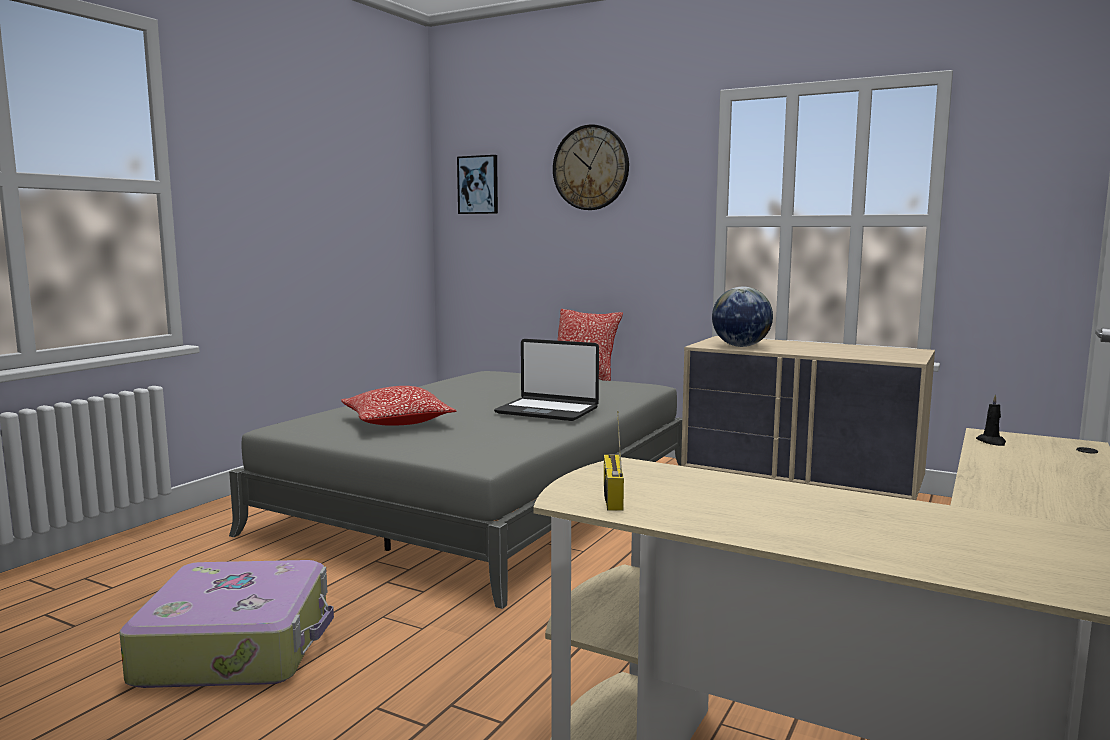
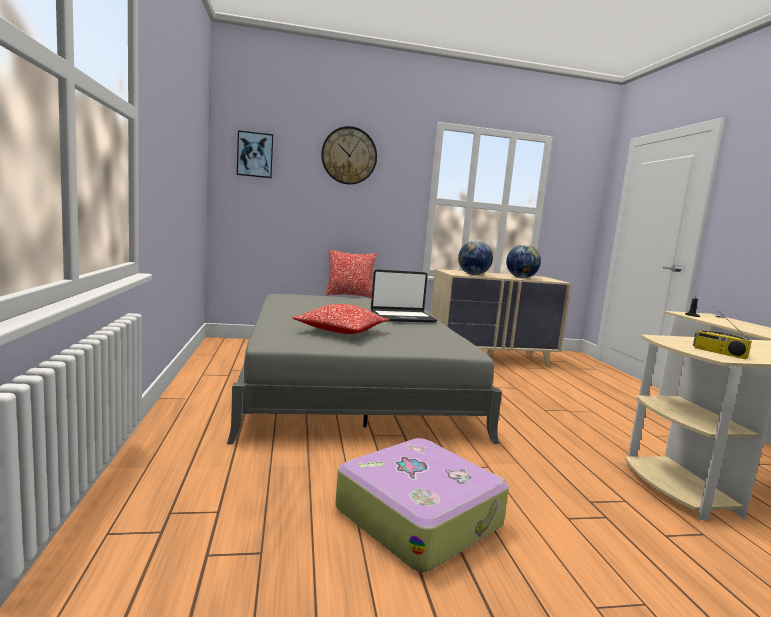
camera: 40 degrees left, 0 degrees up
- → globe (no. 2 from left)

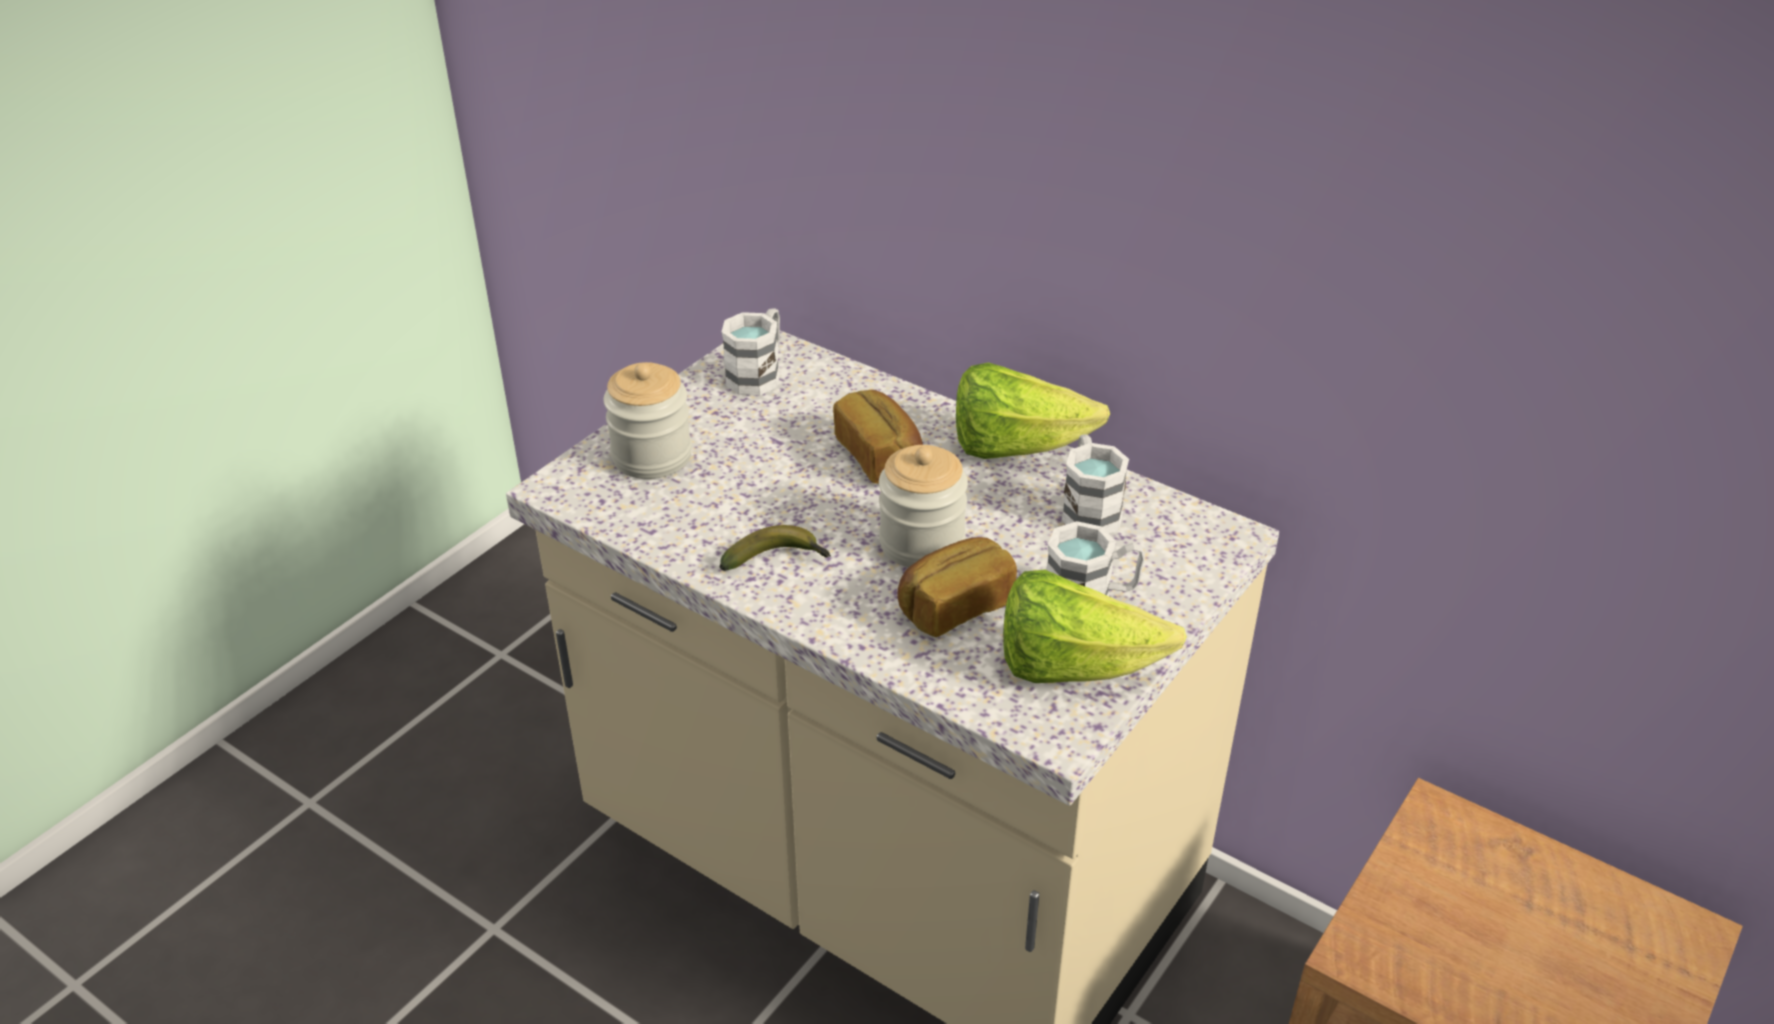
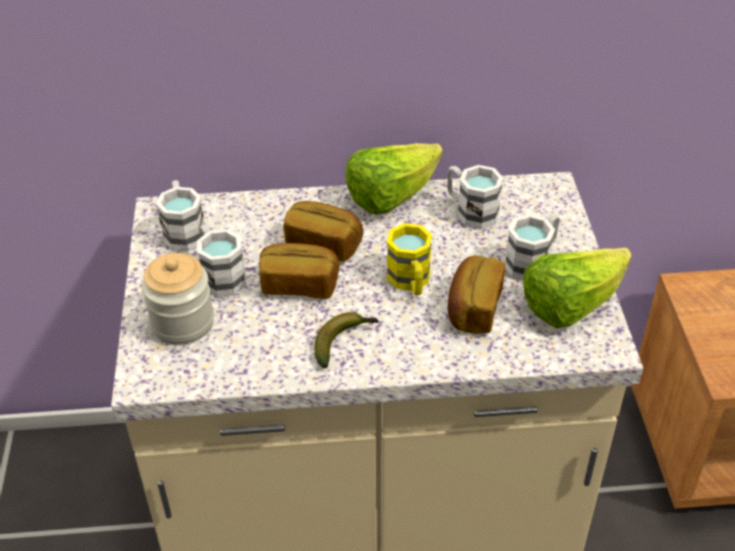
camera: 40 degrees left, 5 degrees up
- → mug [blanc] (no. 2 from left)
- → pain (no. 1 from left)
bocal (no. 2 from left) → mug [jaune]

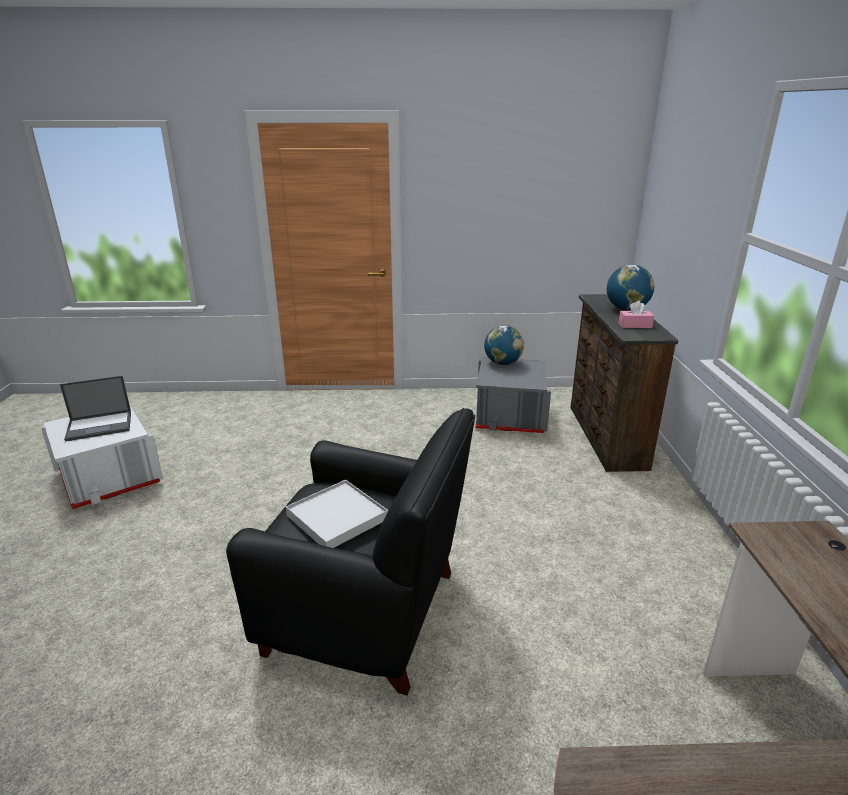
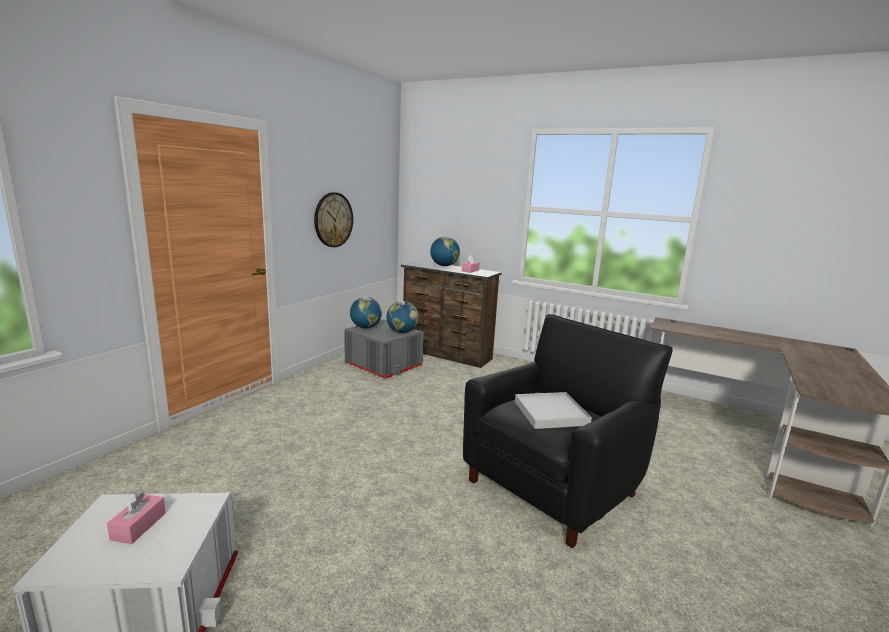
camera: 60 degrees left, 10 degrees down
- → horloge murale
- → globe (no. 2 from left)
ordinateur portable → boîte à mouchoirs [rose] (no. 1 from left)

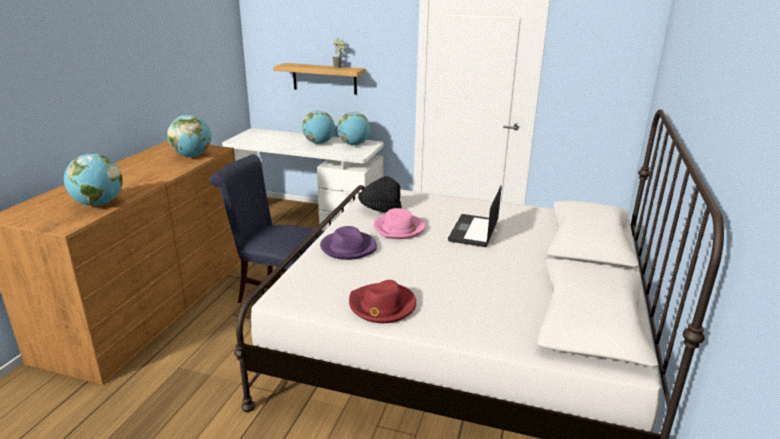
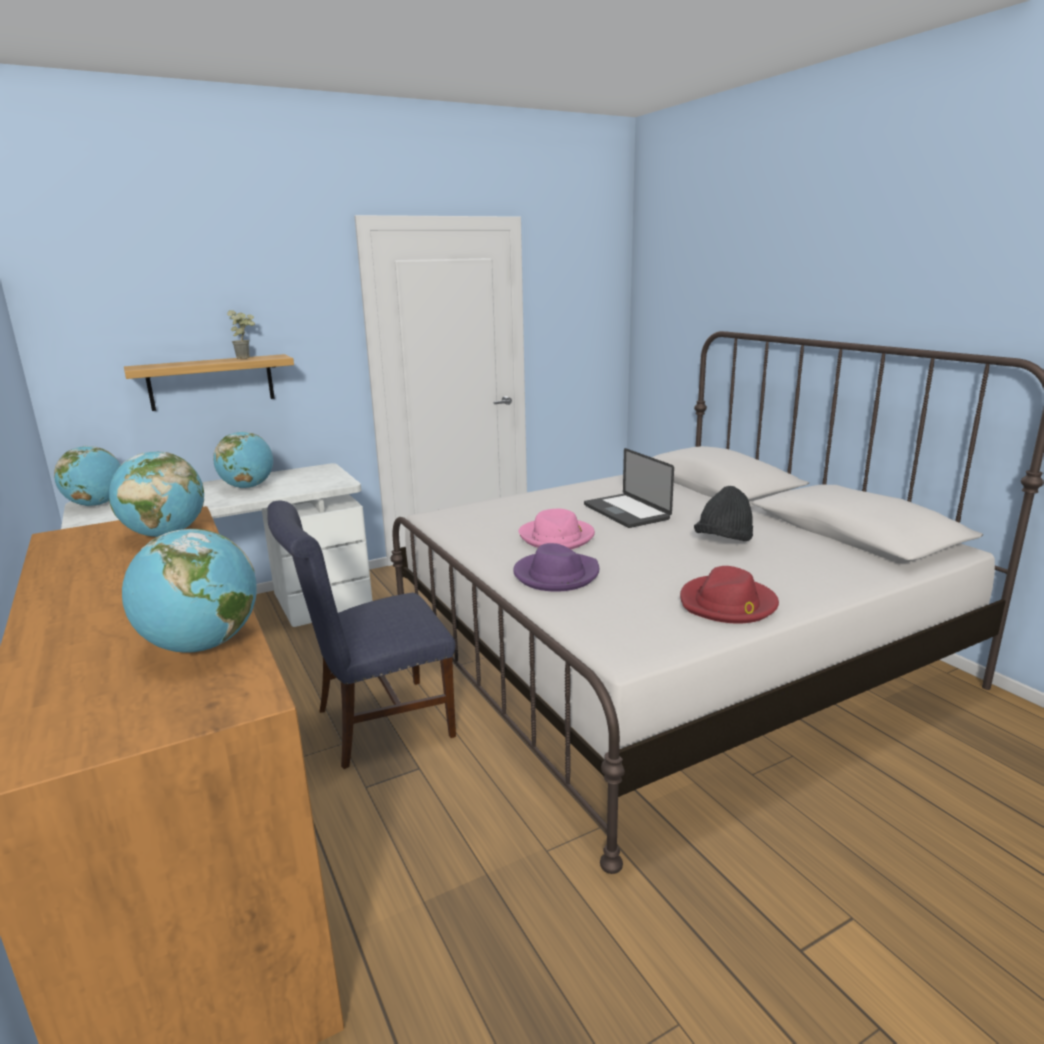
camera: 45 degrees left, 5 degrees down
globe (no. 4 from left in the first image) → globe (no. 1 from left), relocated
chapeau [noir], relocated

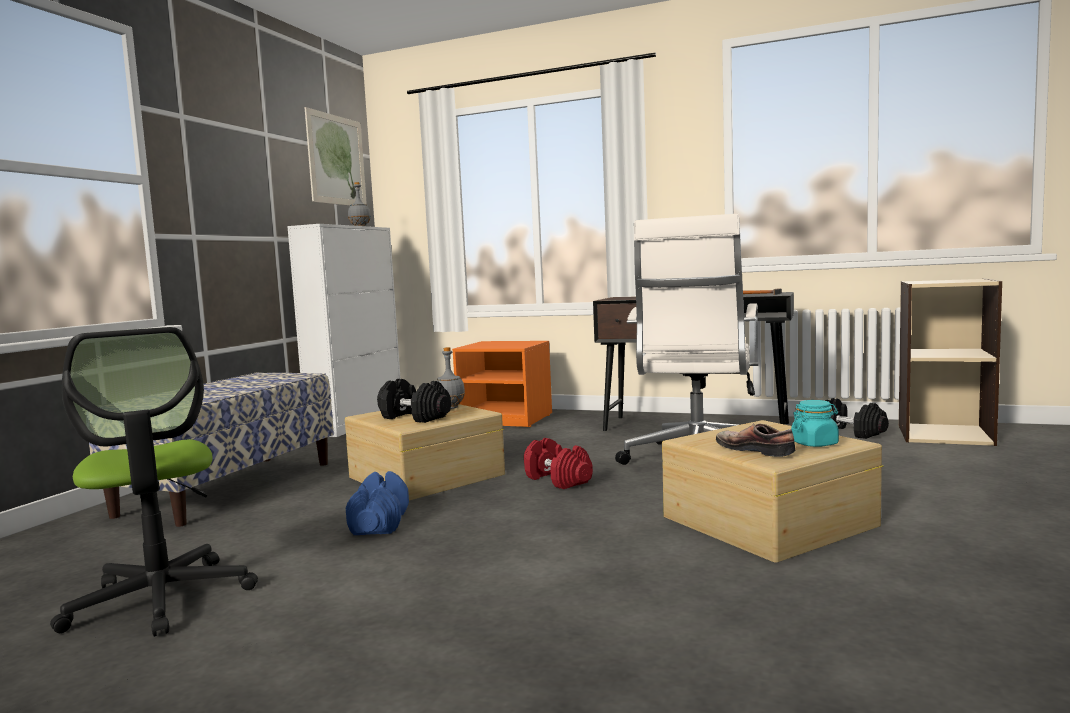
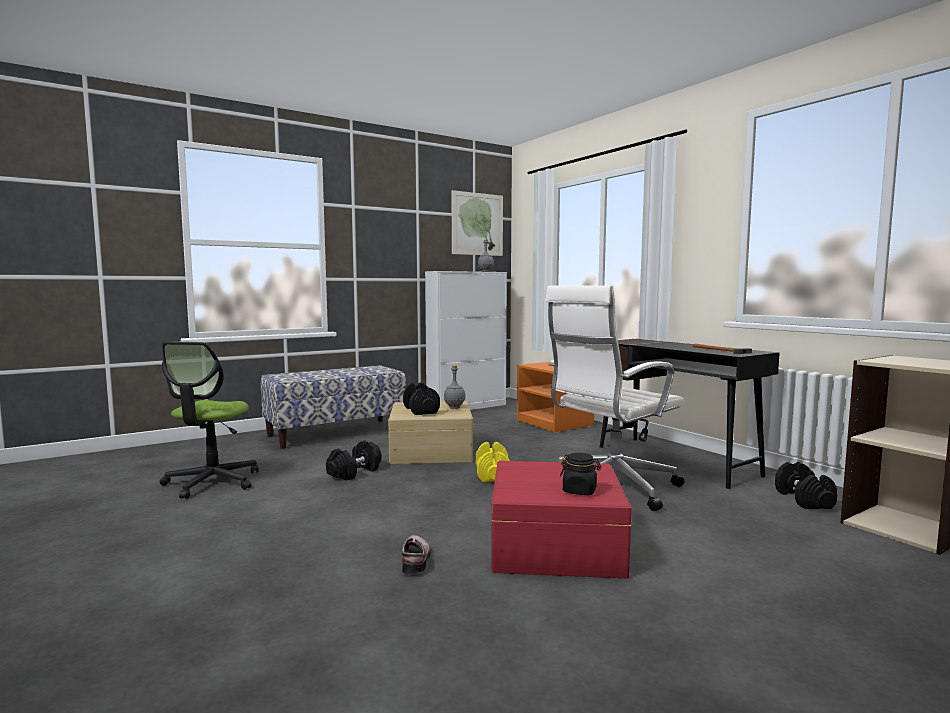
camera: 35 degrees right, 0 degrees up
chaussure, relocated
haltère [bleu] → haltère [noir] (no. 1 from left)
haltère [rouge] → haltère [jaune]
boîte de rangement [beige] (no. 2 from left) → boîte de rangement [rouge]
bocal [turquoise] → bocal [noir]

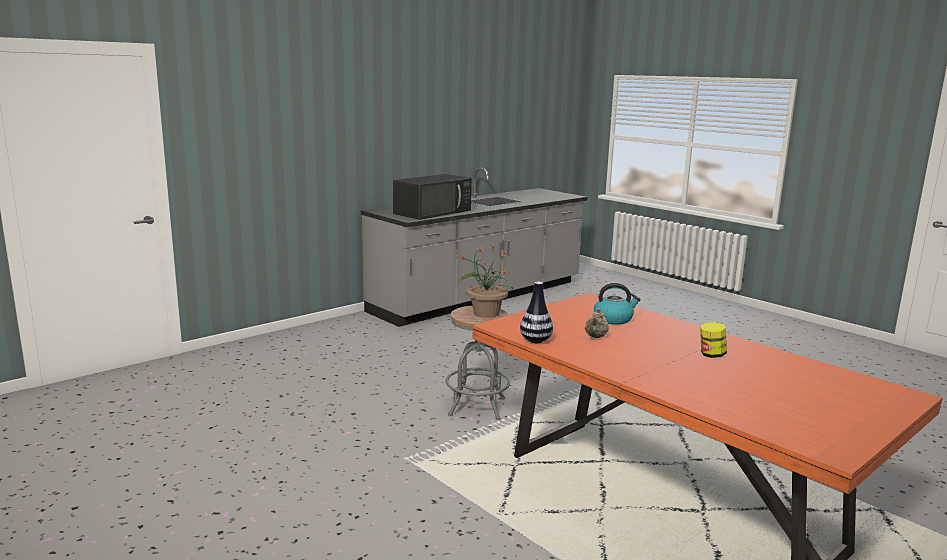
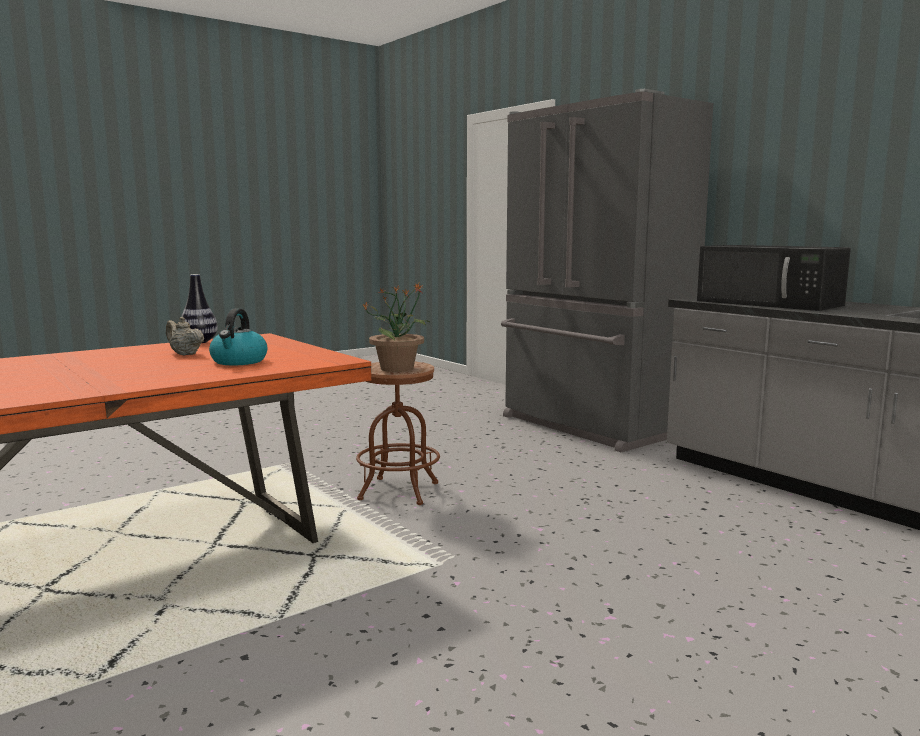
camera: 95 degrees right, 5 degrees down
bocal → -
- → réfrigérateur [gris]
tabouret [gris] → tabouret [marron]

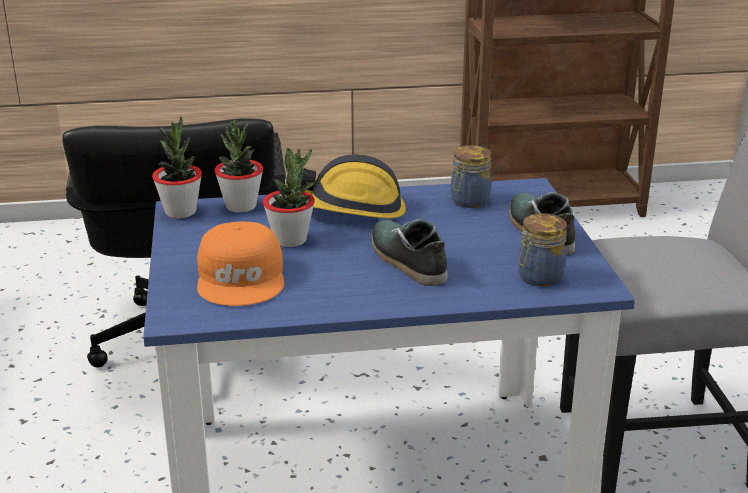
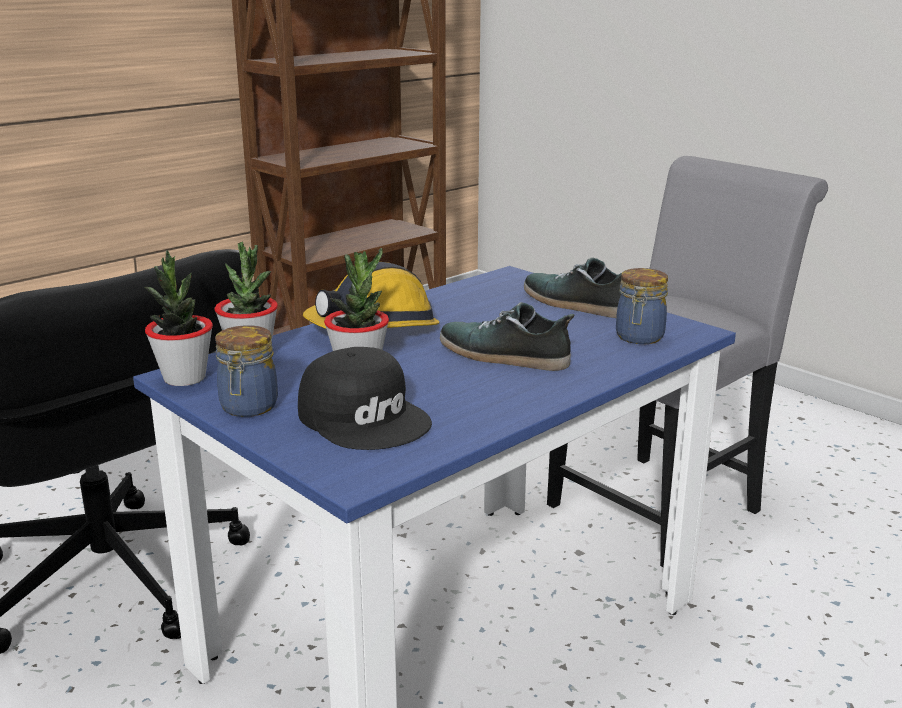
camera: 35 degrees left, 5 degrees down
bocal (no. 1 from left), relocated
casquette [orange] → casquette [noir]

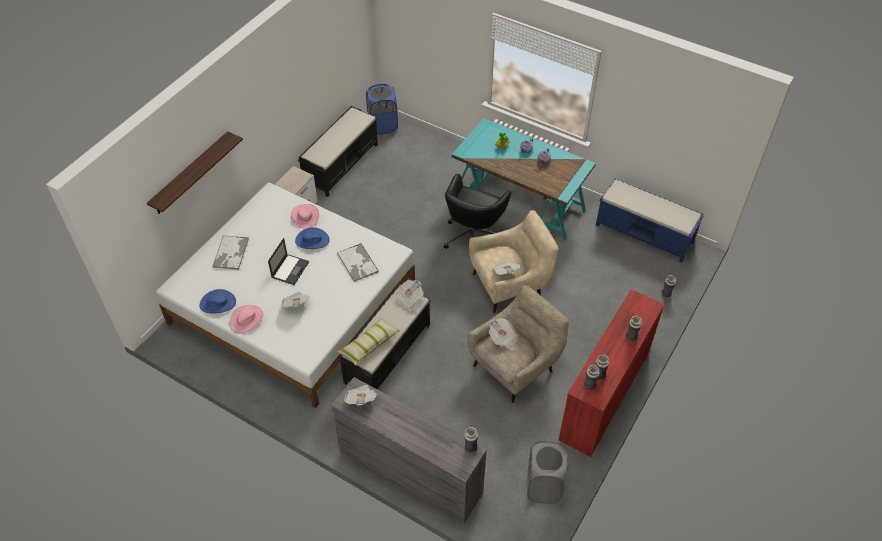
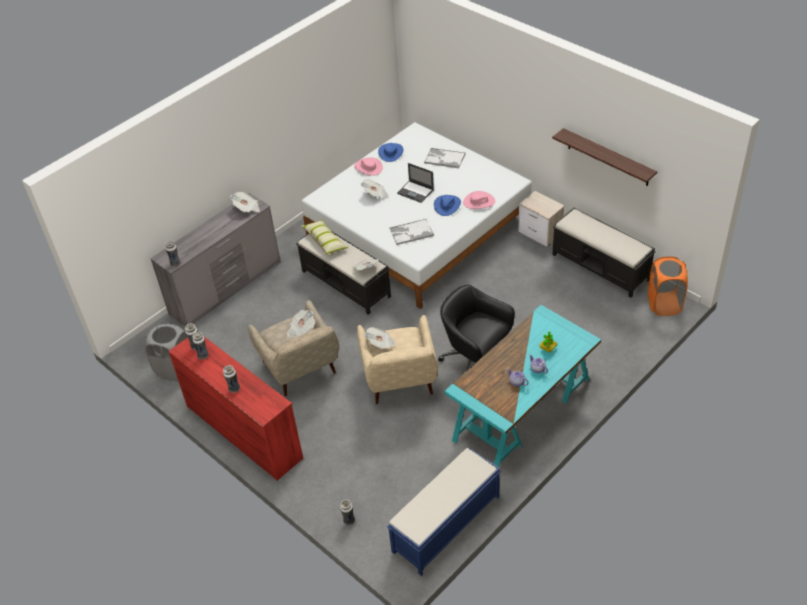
camera: 105 degrees right, 5 degrees down
étagère, relocated
panier à linge [bleu] → panier à linge [orange]

